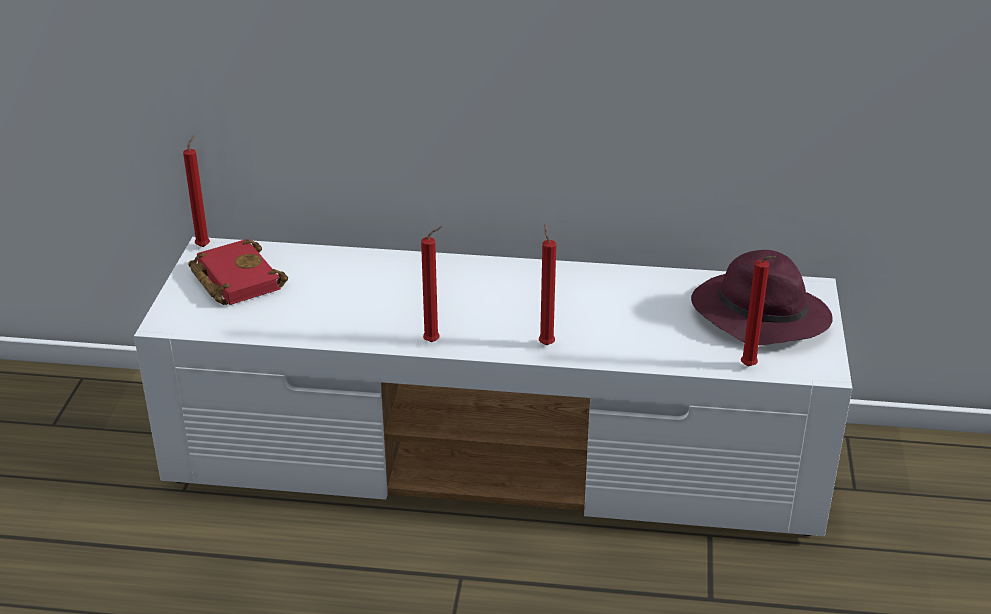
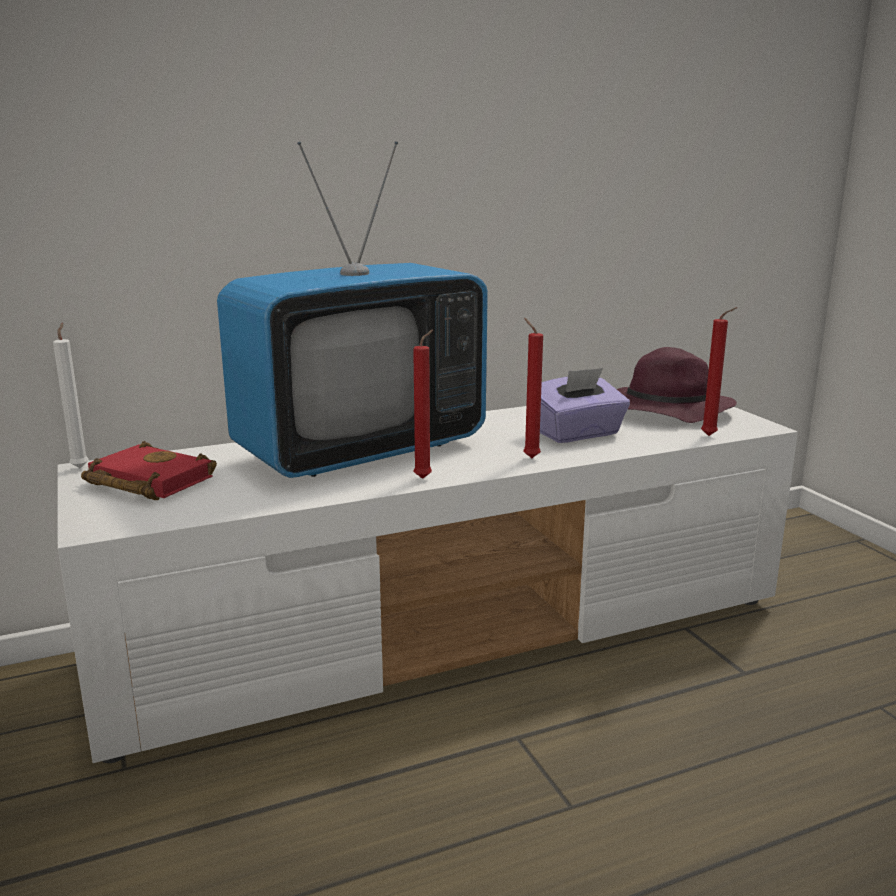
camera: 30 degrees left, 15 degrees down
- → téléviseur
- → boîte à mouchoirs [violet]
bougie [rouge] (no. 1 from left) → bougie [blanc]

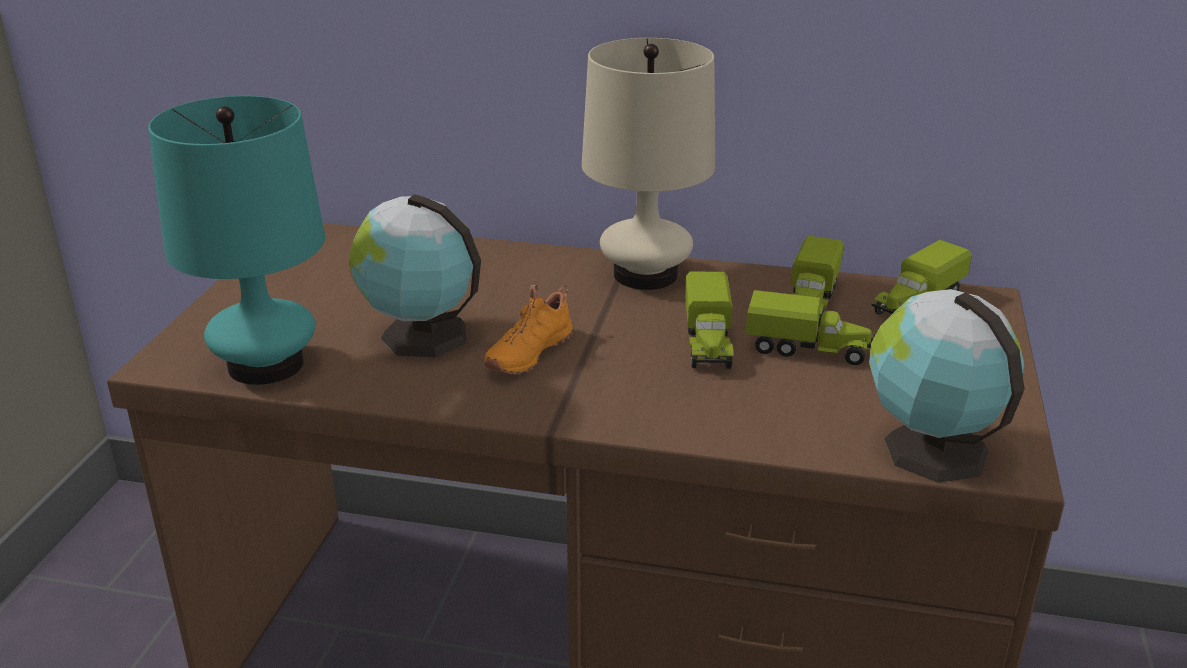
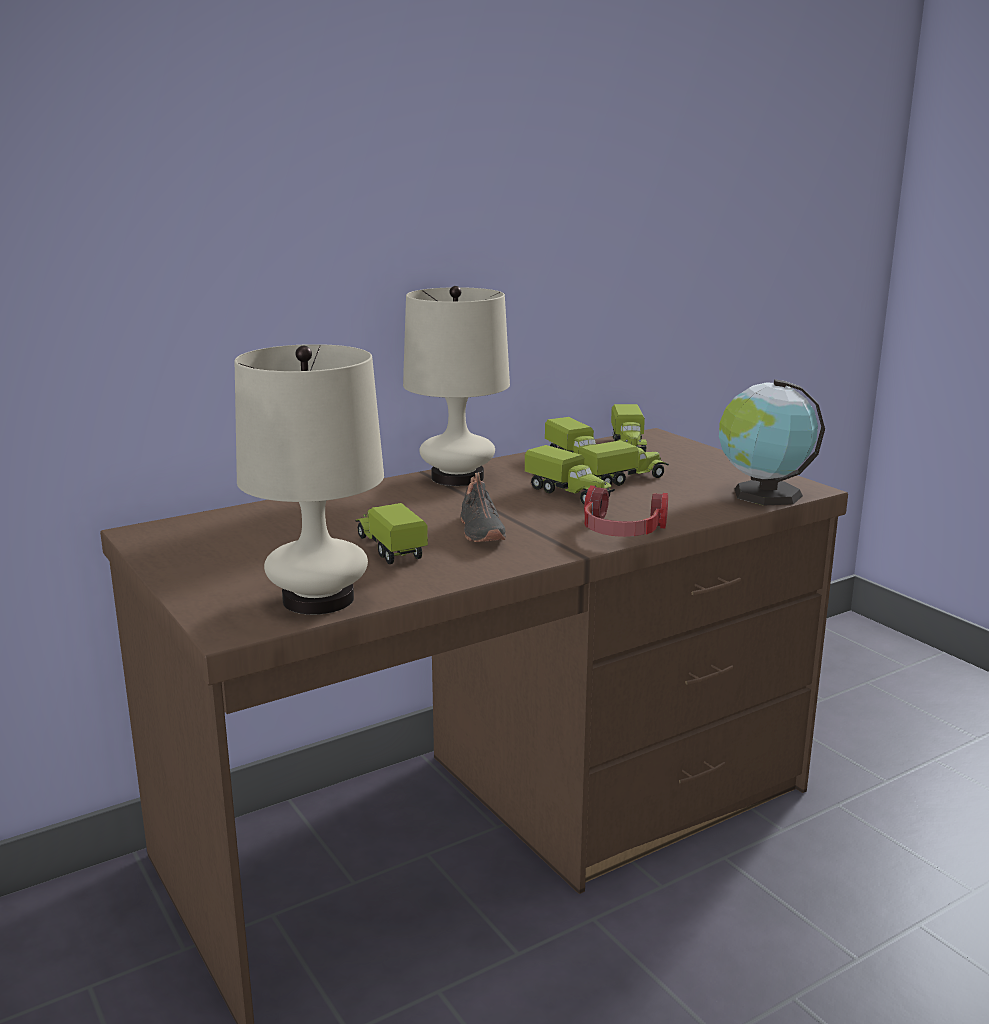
camera: 45 degrees left, 10 degrees down
- → casque audio
globe (no. 1 from left) → camion jouet (no. 1 from left)
lampe de table [turquoise] → lampe de table [beige] (no. 1 from left)
chaussure [orange] → chaussure [noir]

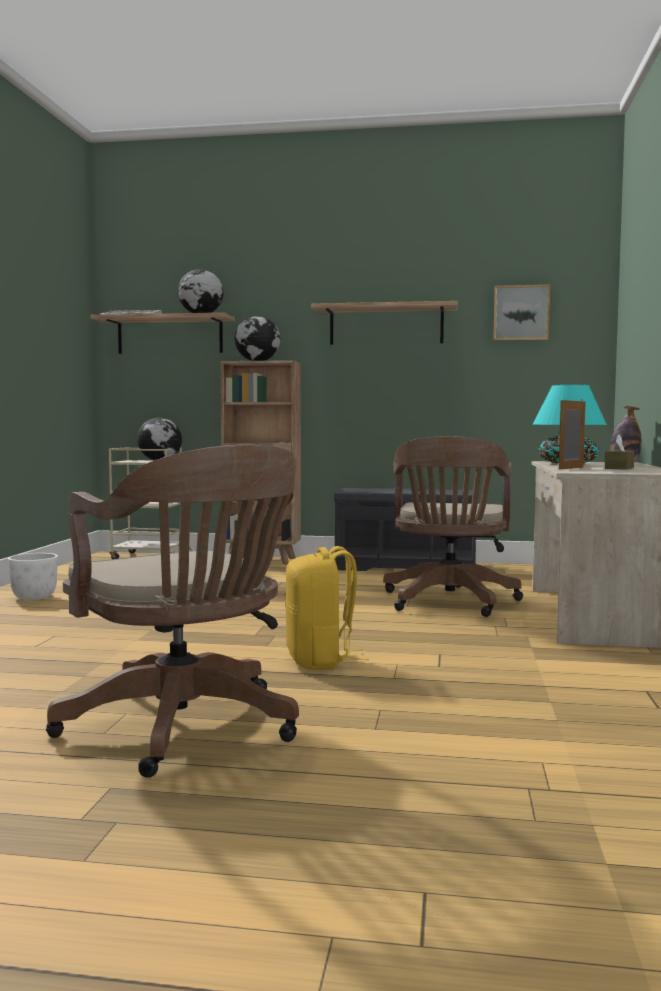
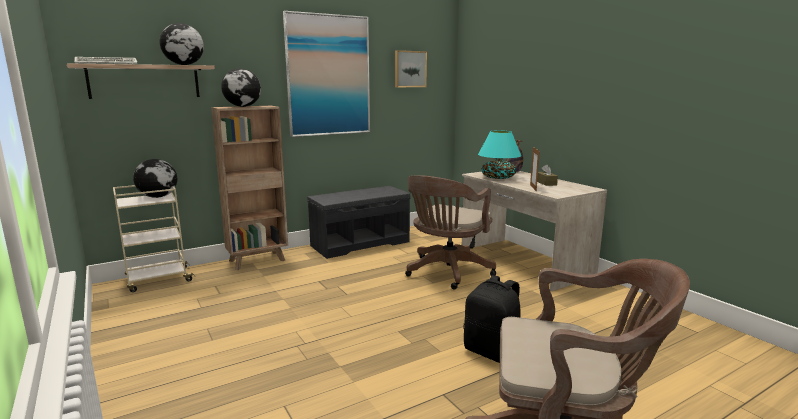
camera: 40 degrees left, 10 degrees up
cache-pot [blanc] → -
étagère (no. 2 from left) → tableau (no. 1 from left)
sac à dos [jaune] → sac à dos [noir]
chaise de bureau [marron] (no. 2 from left in the first image) → chaise de bureau [marron] (no. 1 from left), 60 degrees clockwise

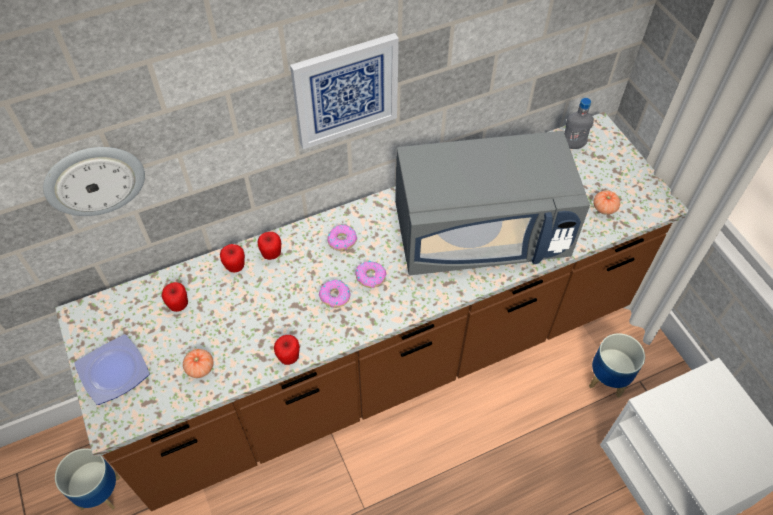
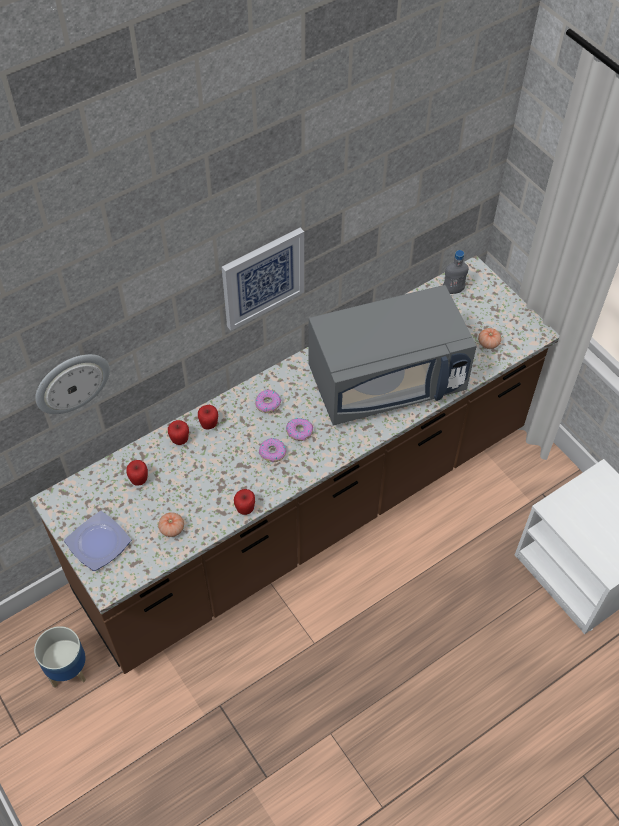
camera: 10 degrees left, 0 degrees up
cache-pot (no. 2 from left) → -

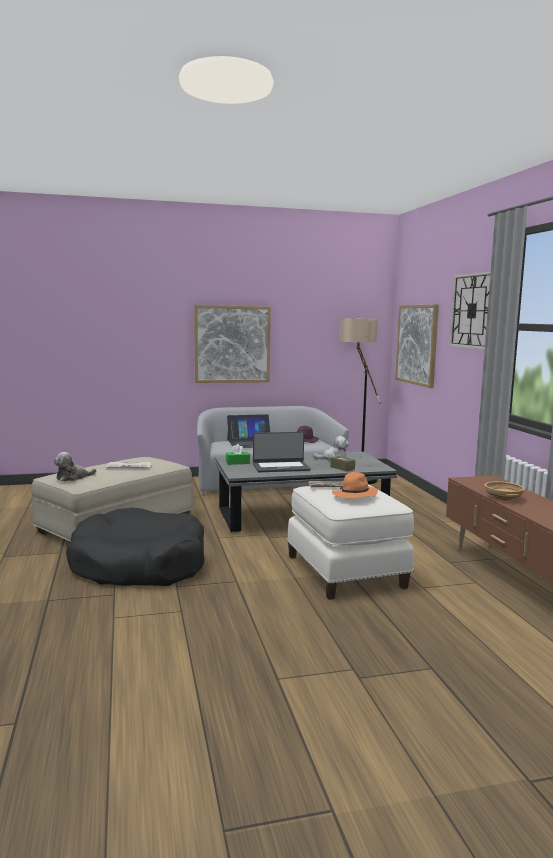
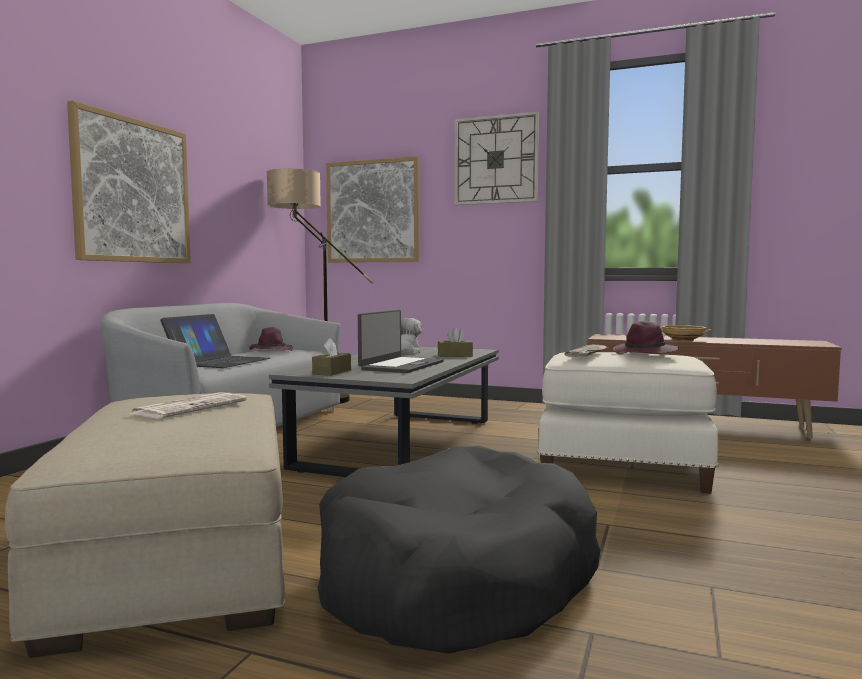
camera: 55 degrees left, 5 degrees down
peluche (no. 1 from left) → -
boîte à mouchoirs [vert] → boîte à mouchoirs [marron] (no. 1 from left)
chapeau [orange] → chapeau [violet] (no. 2 from left)

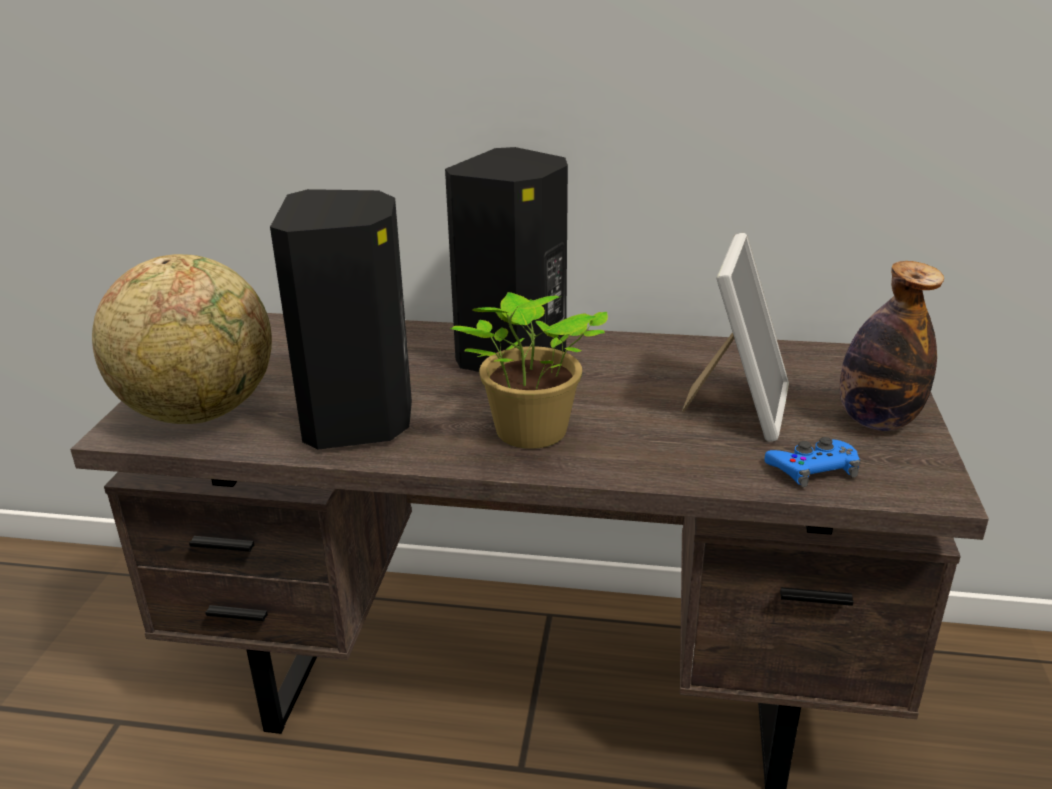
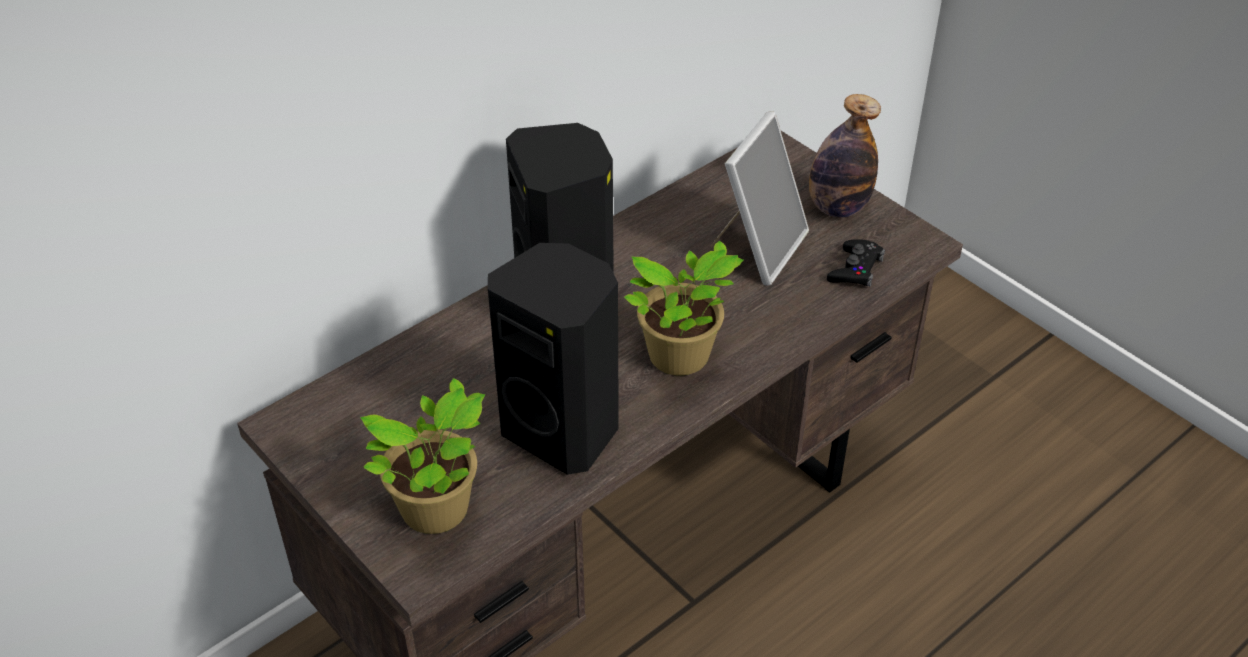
camera: 50 degrees left, 15 degrees up
globe → plante en pot (no. 1 from left)
manette [bleu] → manette [noir]
cadre photo, 60 degrees clockwise

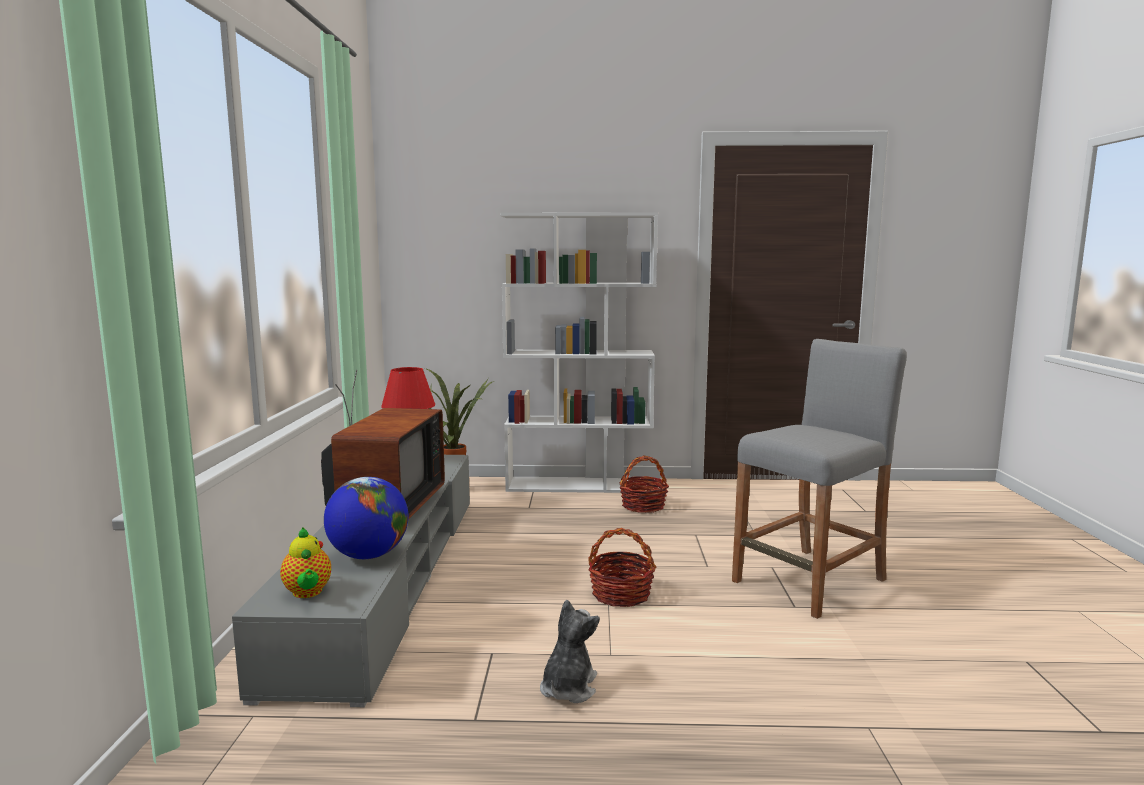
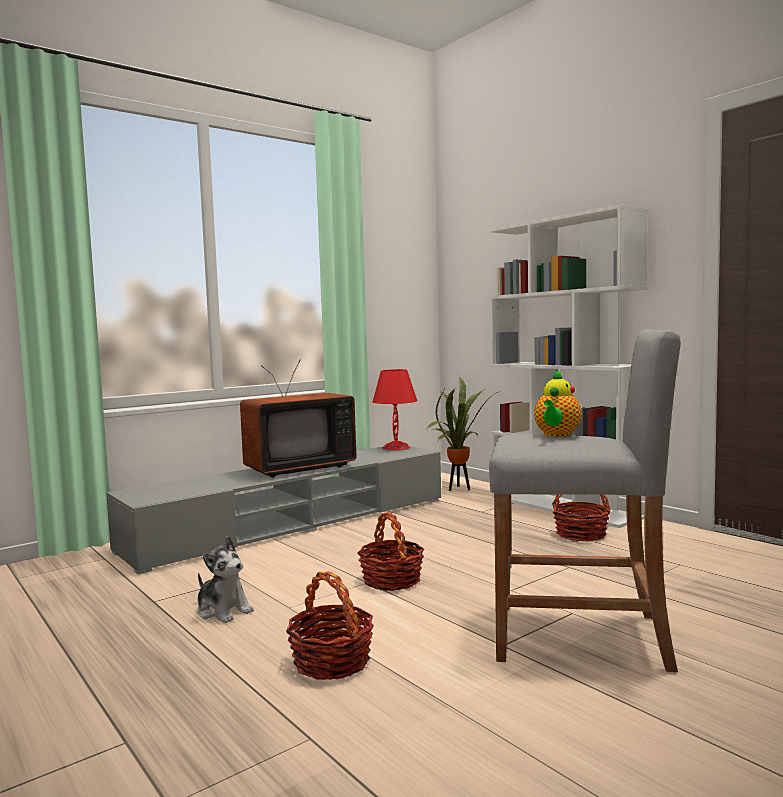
camera: 50 degrees right, 5 degrees down
globe → -
- → panier (no. 1 from left)
théière, relocated
peluche, 60 degrees clockwise

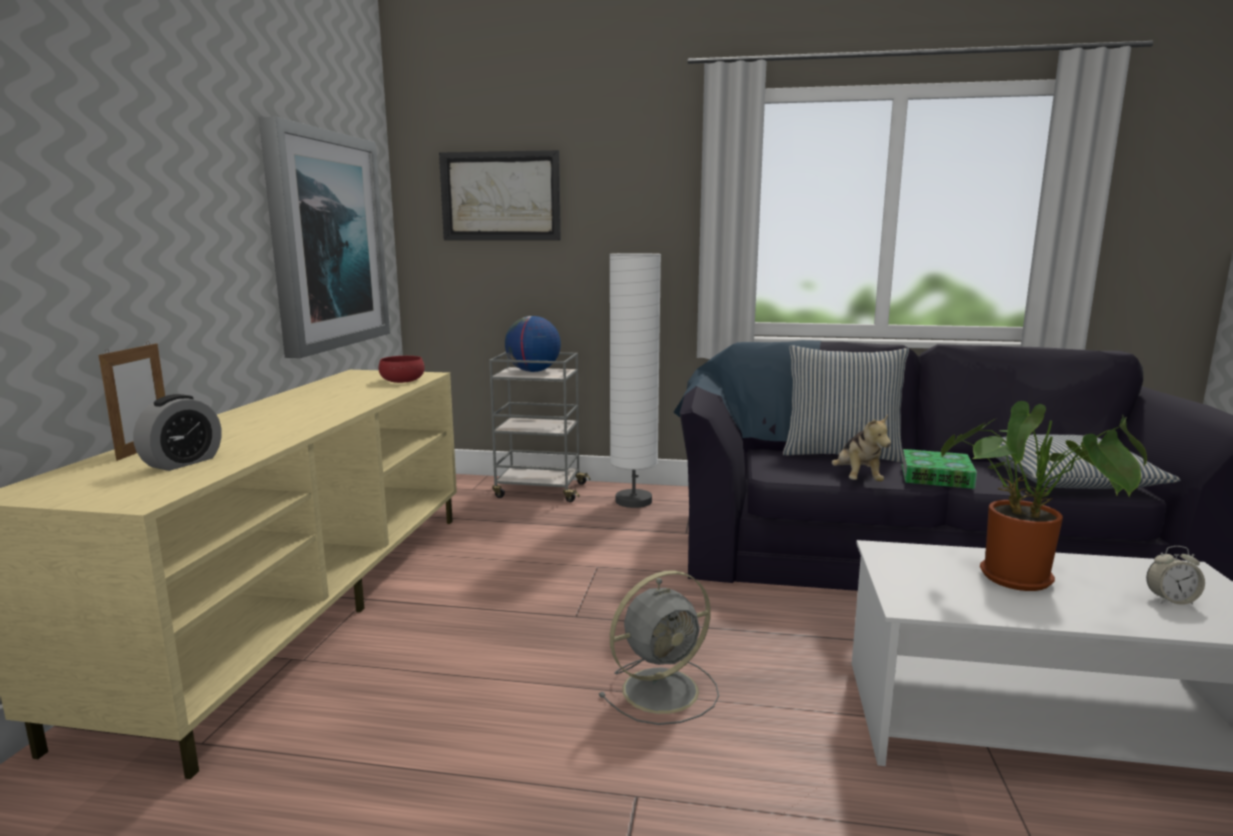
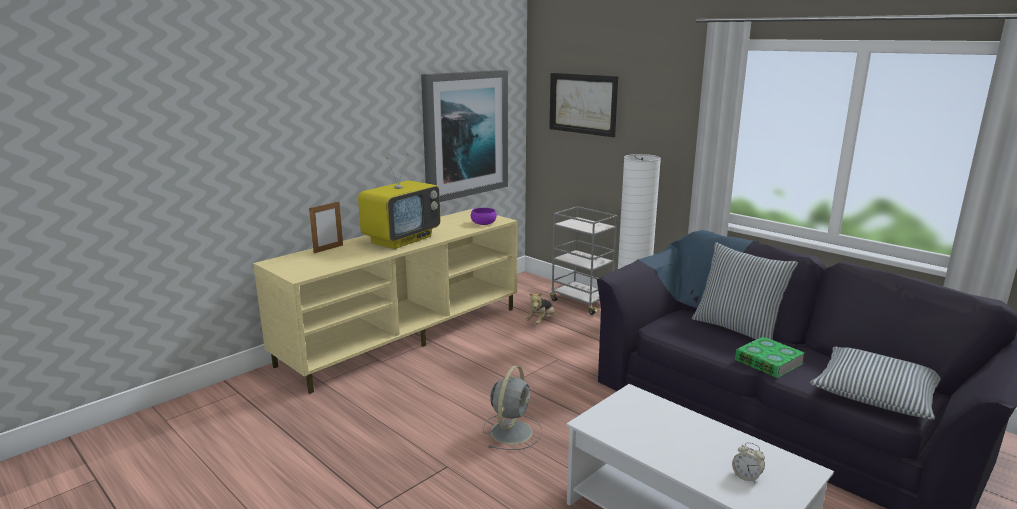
camera: 35 degrees right, 5 degrees up
réveil (no. 1 from left) → -
globe → -
plante en pot → -
- → téléviseur
peluche, relocated
bol [rouge] → bol [violet]
ventilateur [gris], 75 degrees counterclockwise

